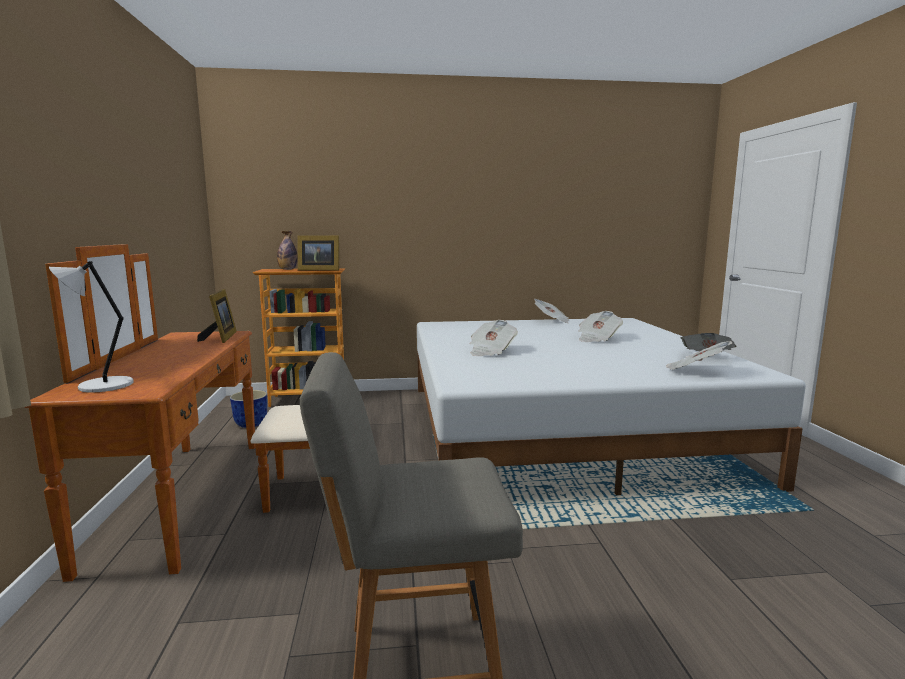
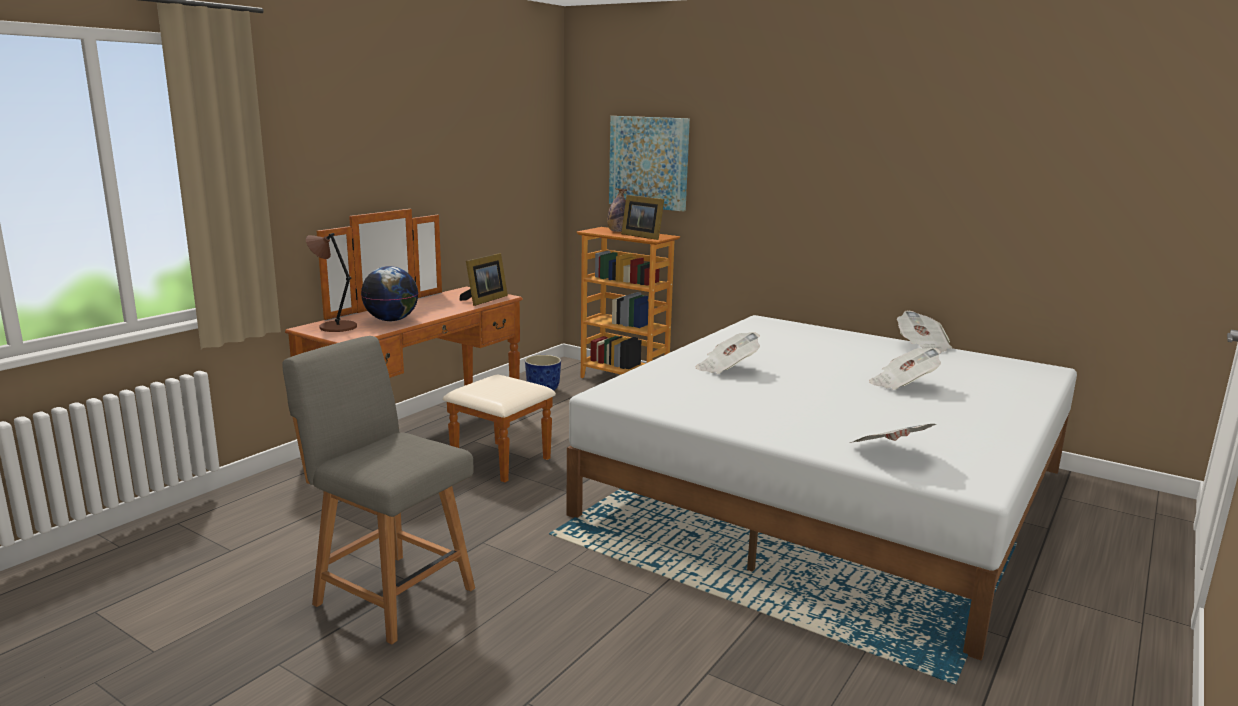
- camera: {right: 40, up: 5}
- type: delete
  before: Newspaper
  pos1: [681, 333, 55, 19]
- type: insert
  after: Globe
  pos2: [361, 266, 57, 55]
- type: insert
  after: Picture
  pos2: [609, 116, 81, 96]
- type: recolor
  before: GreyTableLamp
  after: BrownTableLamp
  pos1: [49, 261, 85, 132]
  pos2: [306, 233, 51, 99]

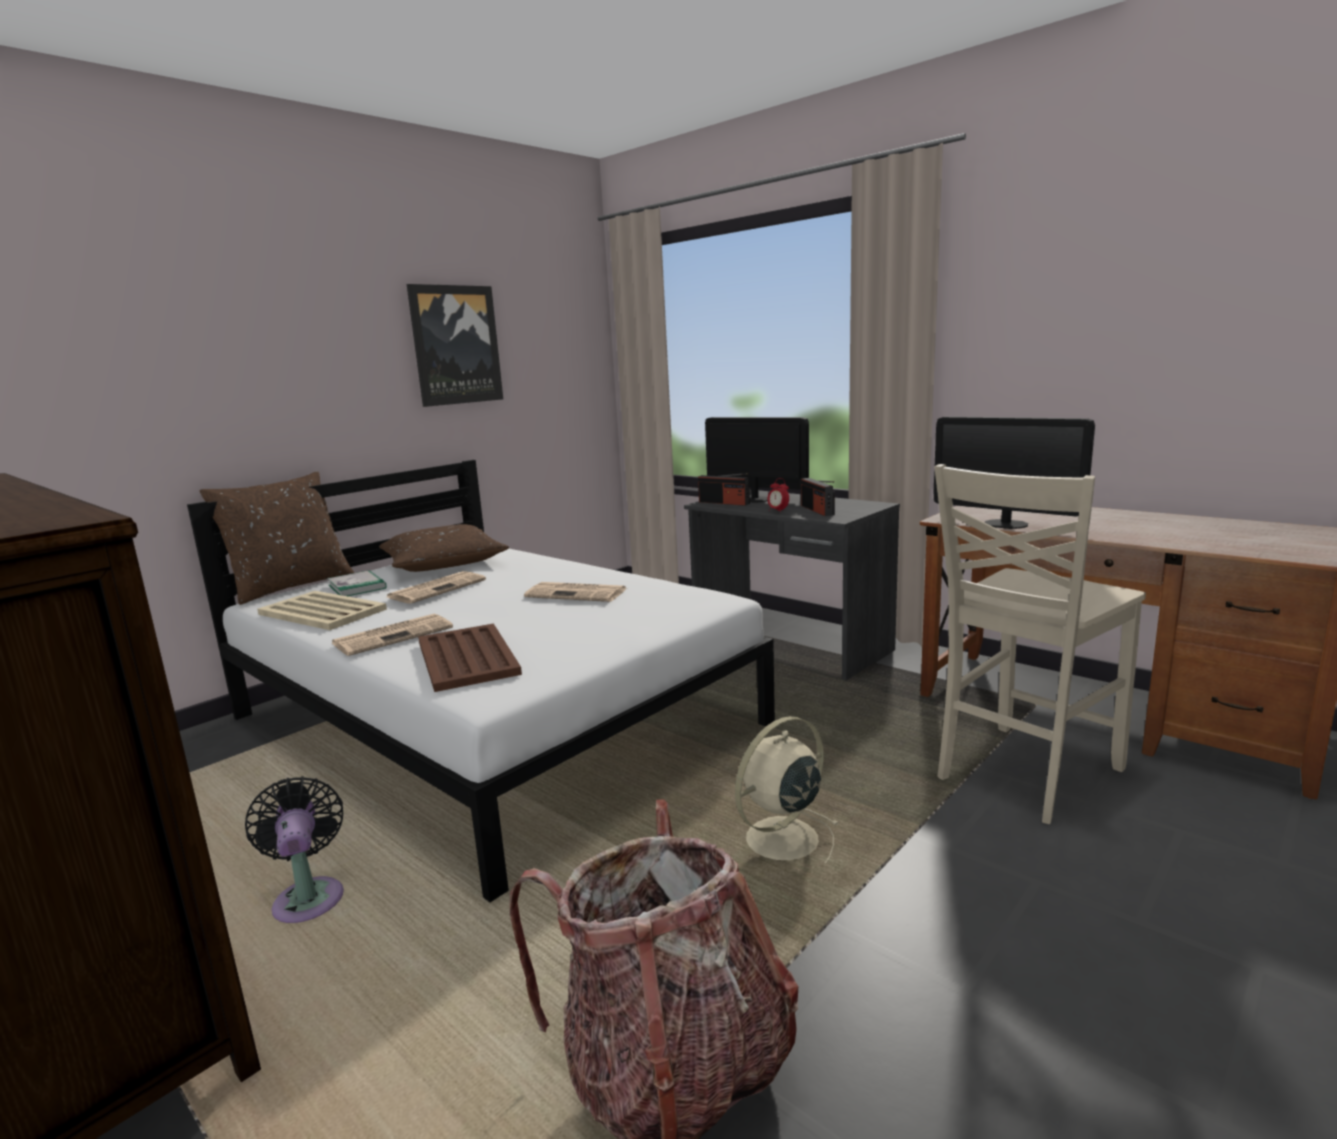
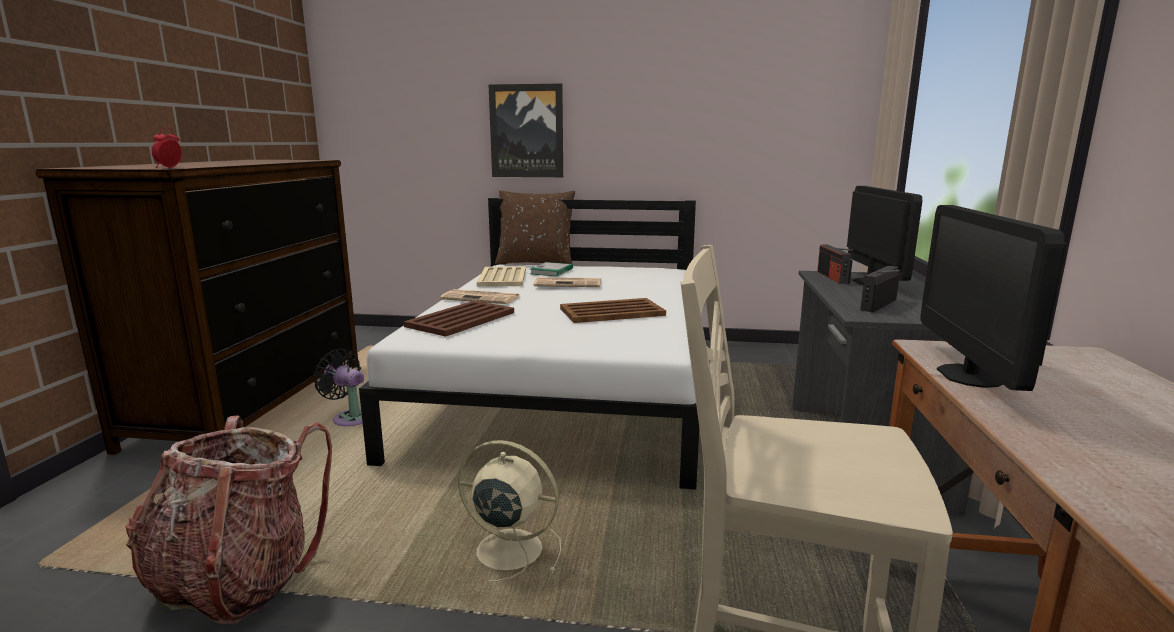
- camera: {right: 55, up: 0}
- type: delete
  before: BrownPillow
  pos1: [379, 524, 130, 48]
- type: move
  before: Picture
  pos1: [407, 284, 96, 123]
  pos2: [488, 84, 75, 93]
- type: move
  before: AlarmClock
  pos1: [768, 478, 21, 34]
  pos2: [152, 127, 30, 41]
- type: replace
  before: Newspaper
  after: BrownTray
  pos1: [524, 582, 103, 20]
  pos2: [560, 298, 106, 25]
- type: rotate
  before: BlackFan
  pos1: [245, 776, 99, 147]
  pos2: [313, 349, 51, 77]
  turn: -90

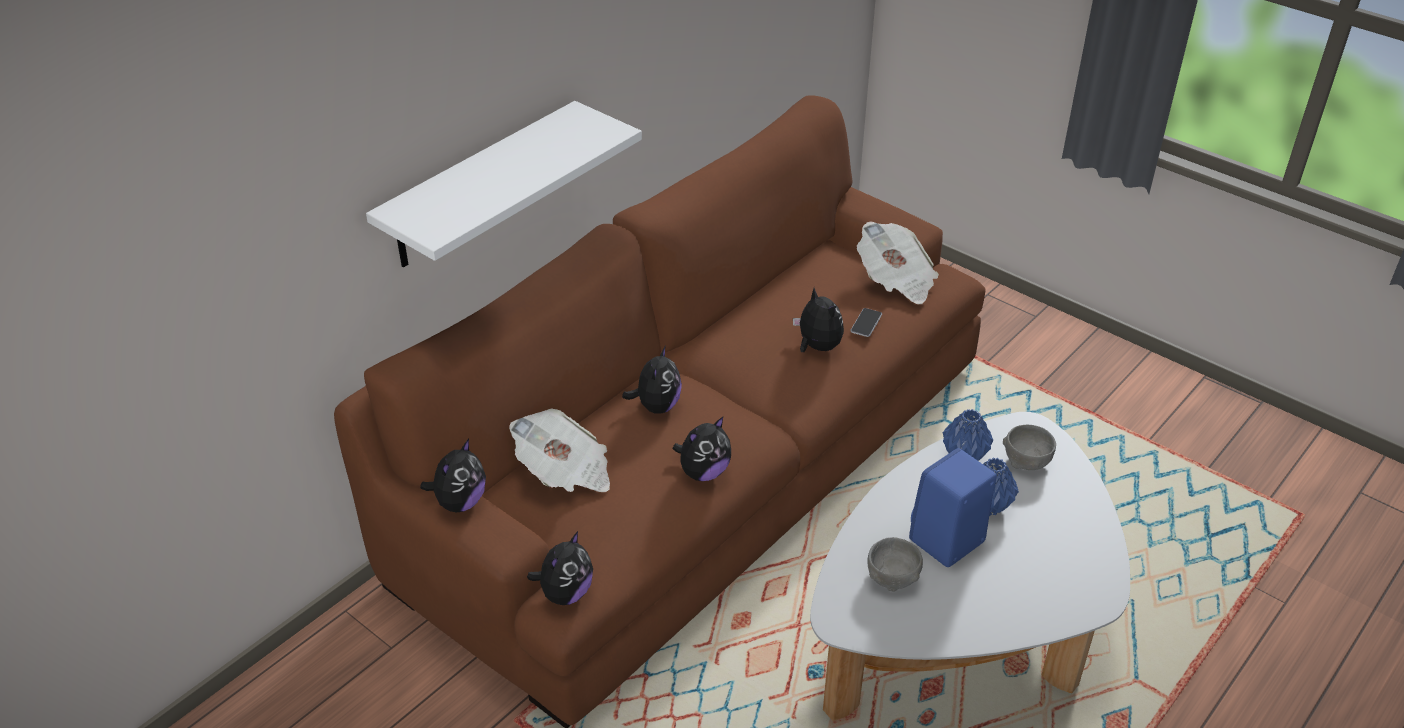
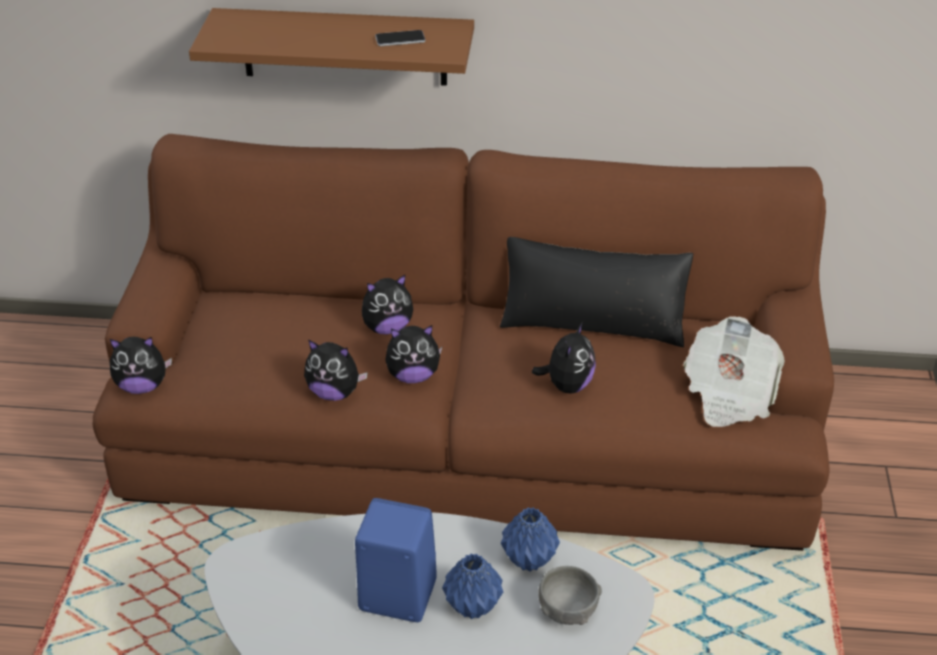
- camera: {right: 55, up: 0}
- type: delete
  before: Newspaper
  pos1: [509, 408, 101, 84]
- type: delete
  before: GreyBowl
  pos1: [867, 537, 56, 55]
- type: insert
  after: BlackPillow
  pos2: [500, 237, 193, 110]
- type: move
  before: PlushToy
  pos1: [420, 439, 66, 74]
  pos2: [385, 325, 58, 58]
- type: move
  before: Phone
  pos1: [850, 308, 32, 29]
  pos2: [375, 30, 51, 16]
- type: recolor
  before: WhiteShelf
  after: BrownShelf
  pos1: [366, 101, 276, 167]
  pos2: [189, 8, 285, 78]

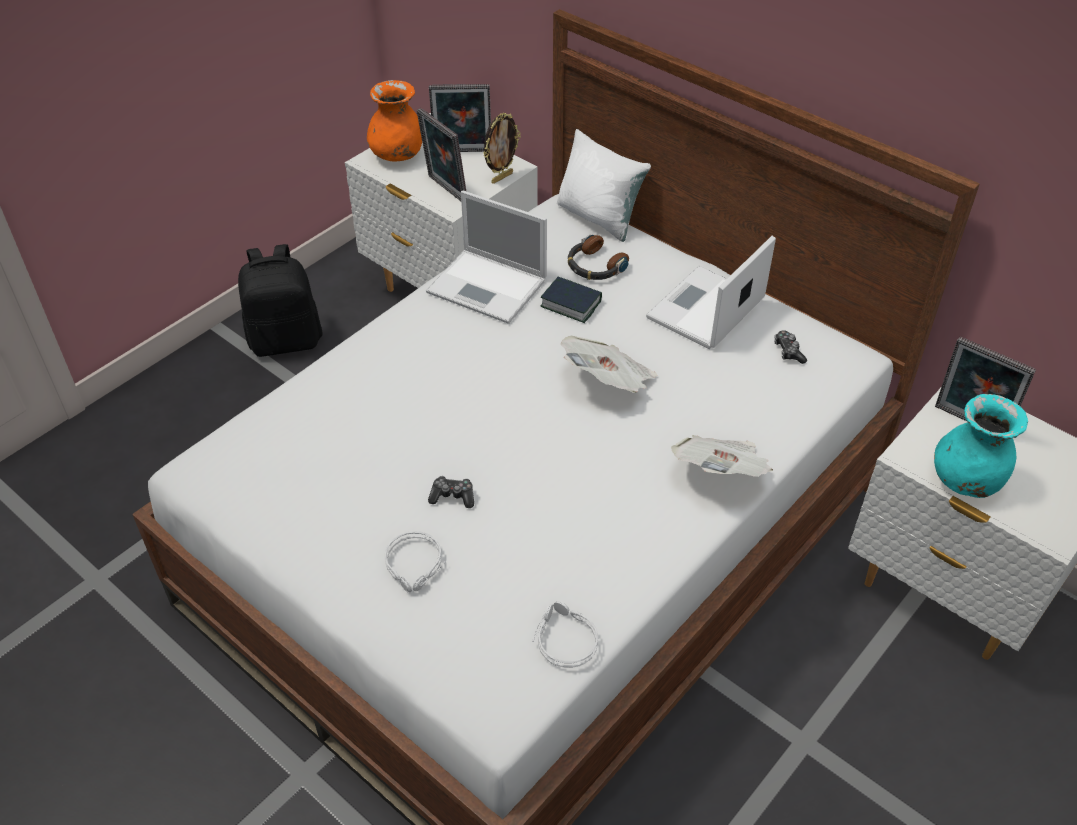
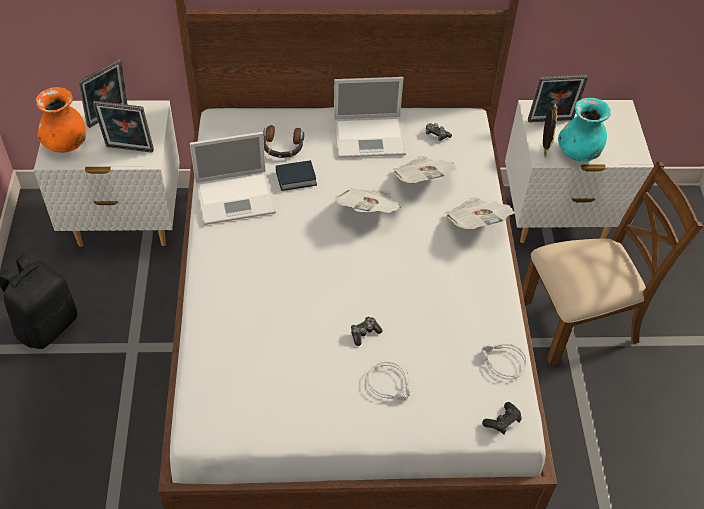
- camera: {right: -45, up: 5}
- type: delete
  before: WhitePillow
  pos1: [557, 129, 94, 113]
- type: insert
  after: Newspaper
  pos2: [392, 156, 65, 27]
- type: insert
  after: BlackGameController
  pos2: [482, 402, 40, 33]
- type: insert
  after: BrownChair
  pos2: [522, 161, 181, 205]
- type: move
  before: PictureFrame
  pos1: [483, 113, 38, 71]
  pos2: [543, 104, 14, 54]
- type: rotate
  before: Laptop
  pos1: [646, 236, 130, 113]
  pos2: [334, 77, 72, 81]
  turn: -90

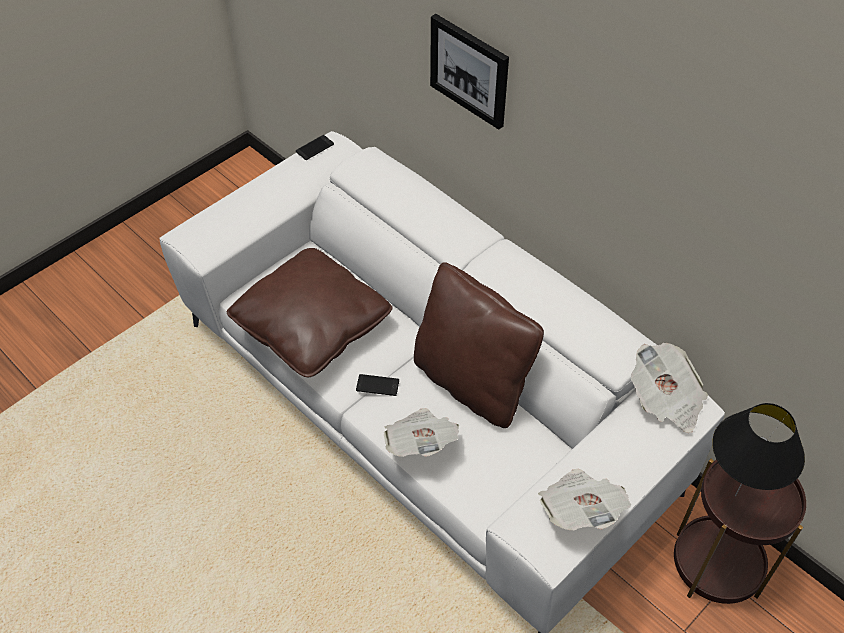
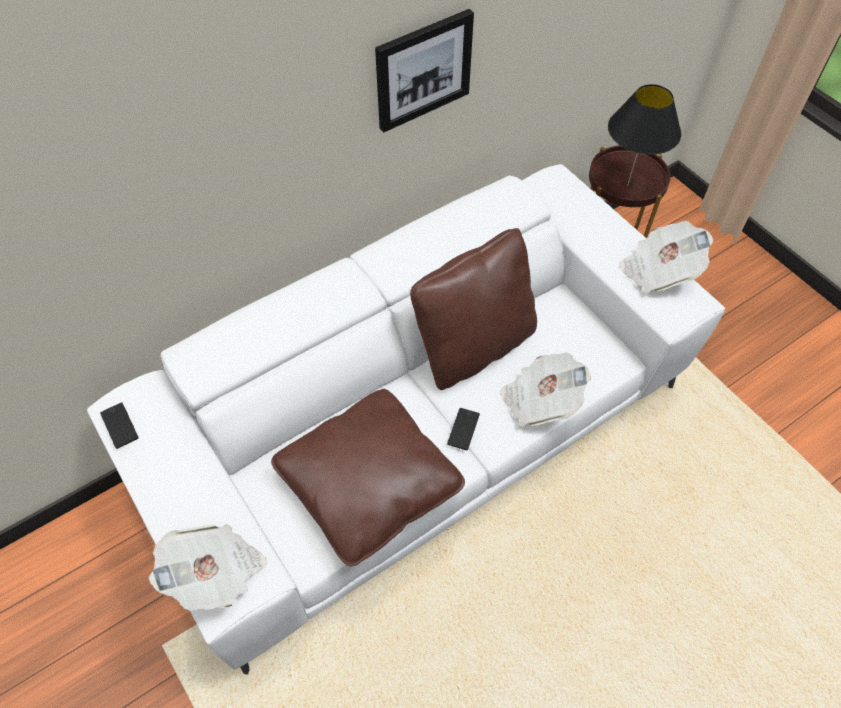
- camera: {right: -80, up: 5}
- type: move
  before: Picture
  pos1: [430, 14, 79, 116]
  pos2: [375, 9, 99, 123]
- type: move
  before: Newspaper
  pos1: [631, 343, 77, 90]
  pos2: [148, 524, 119, 87]

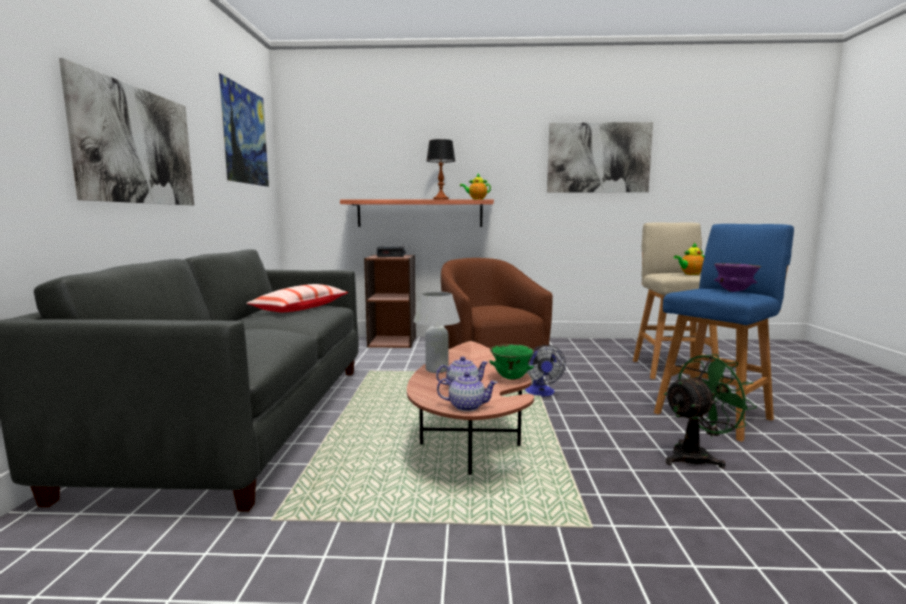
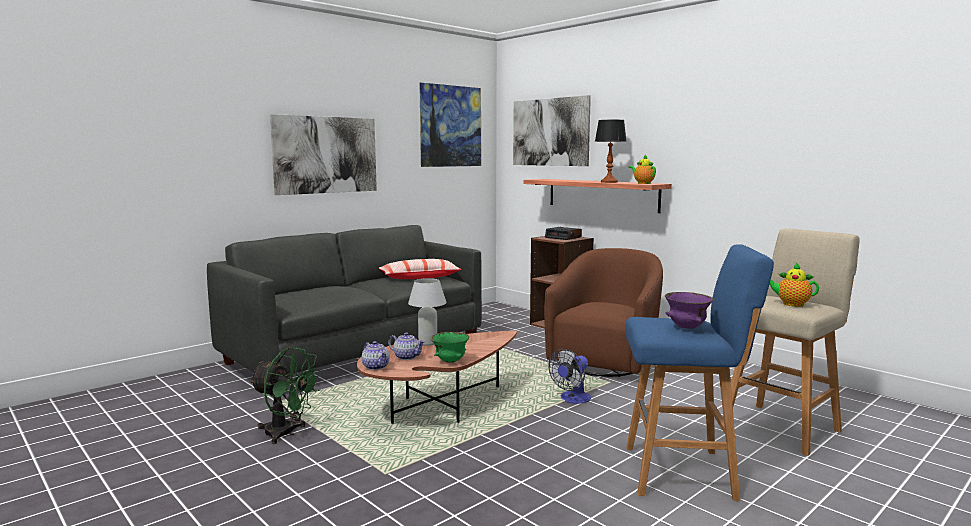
- camera: {right: 45, up: 0}
- type: move
  before: Picture
  pos1: [547, 122, 106, 71]
  pos2: [513, 95, 78, 71]
- type: move
  before: GreenFan
  pos1: [664, 354, 93, 115]
  pos2: [250, 347, 72, 97]

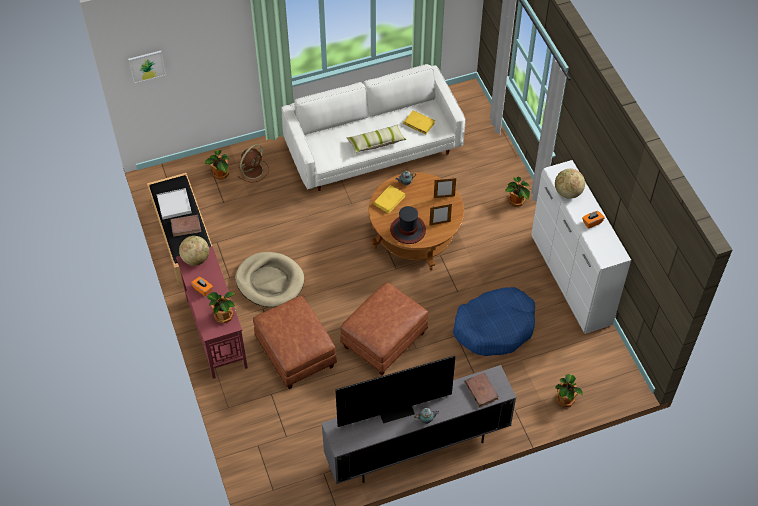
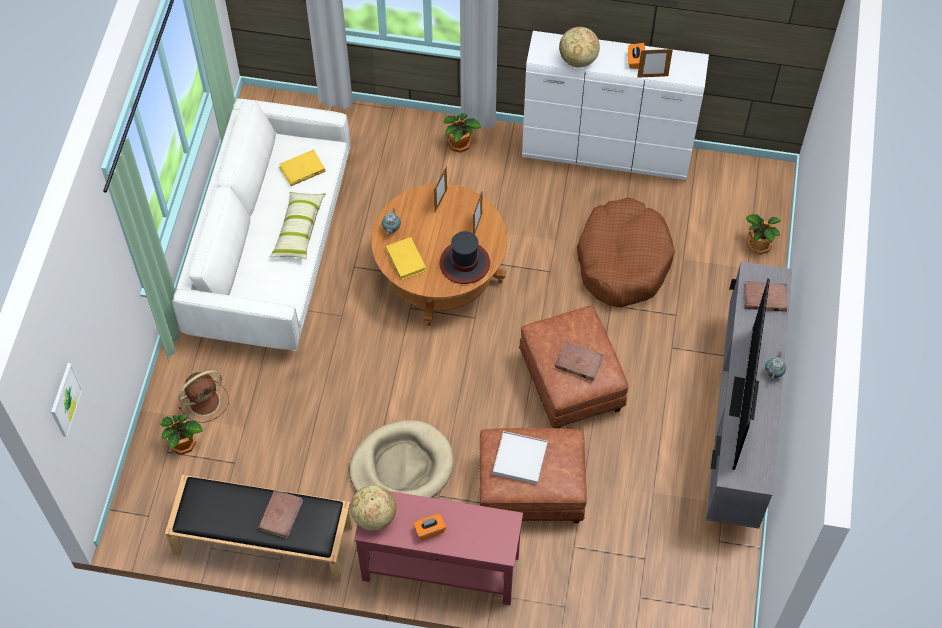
- camera: {right: -60, up: 5}
- type: delete
  before: PottedPlant
  pos1: [207, 292, 28, 32]
- type: insert
  after: BrownBook
  pos2: [555, 342, 48, 39]
- type: insert
  after: PictureFrame
  pos2: [637, 48, 36, 30]
- type: move
  before: WhiteTray
  pos1: [157, 188, 35, 31]
  pos2: [493, 431, 55, 53]
- type: recolor
  before: BlueDogBed
  after: BrownDogBed
  pos1: [453, 287, 82, 69]
  pos2: [577, 197, 98, 110]
- type: rotate
  before: BrownFan
  pos1: [238, 144, 31, 39]
  pos2: [178, 370, 51, 53]
  turn: 75

